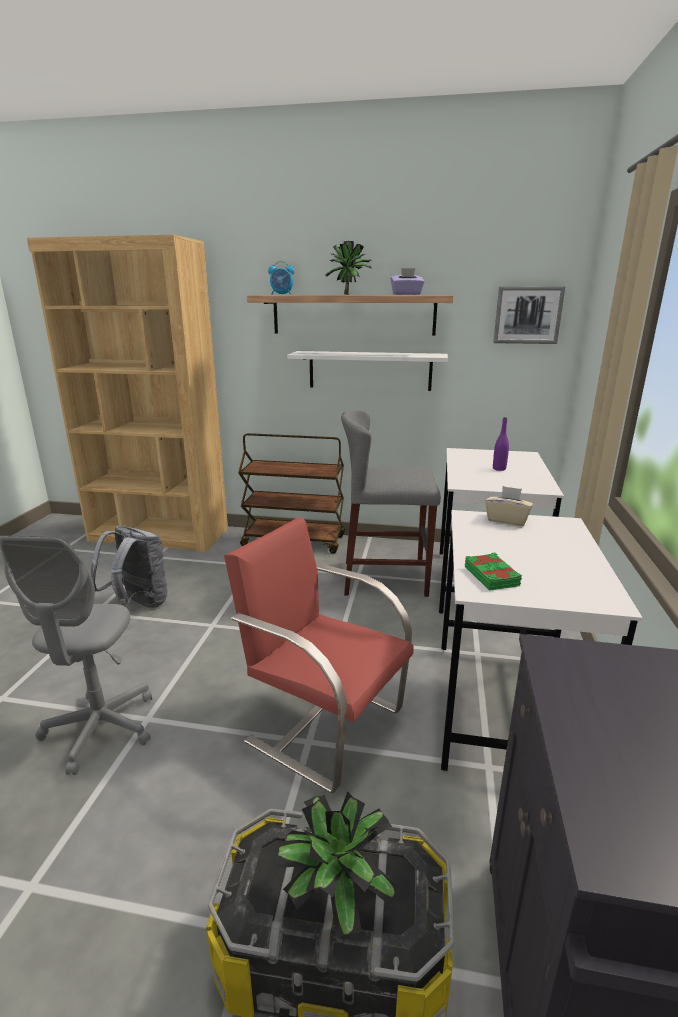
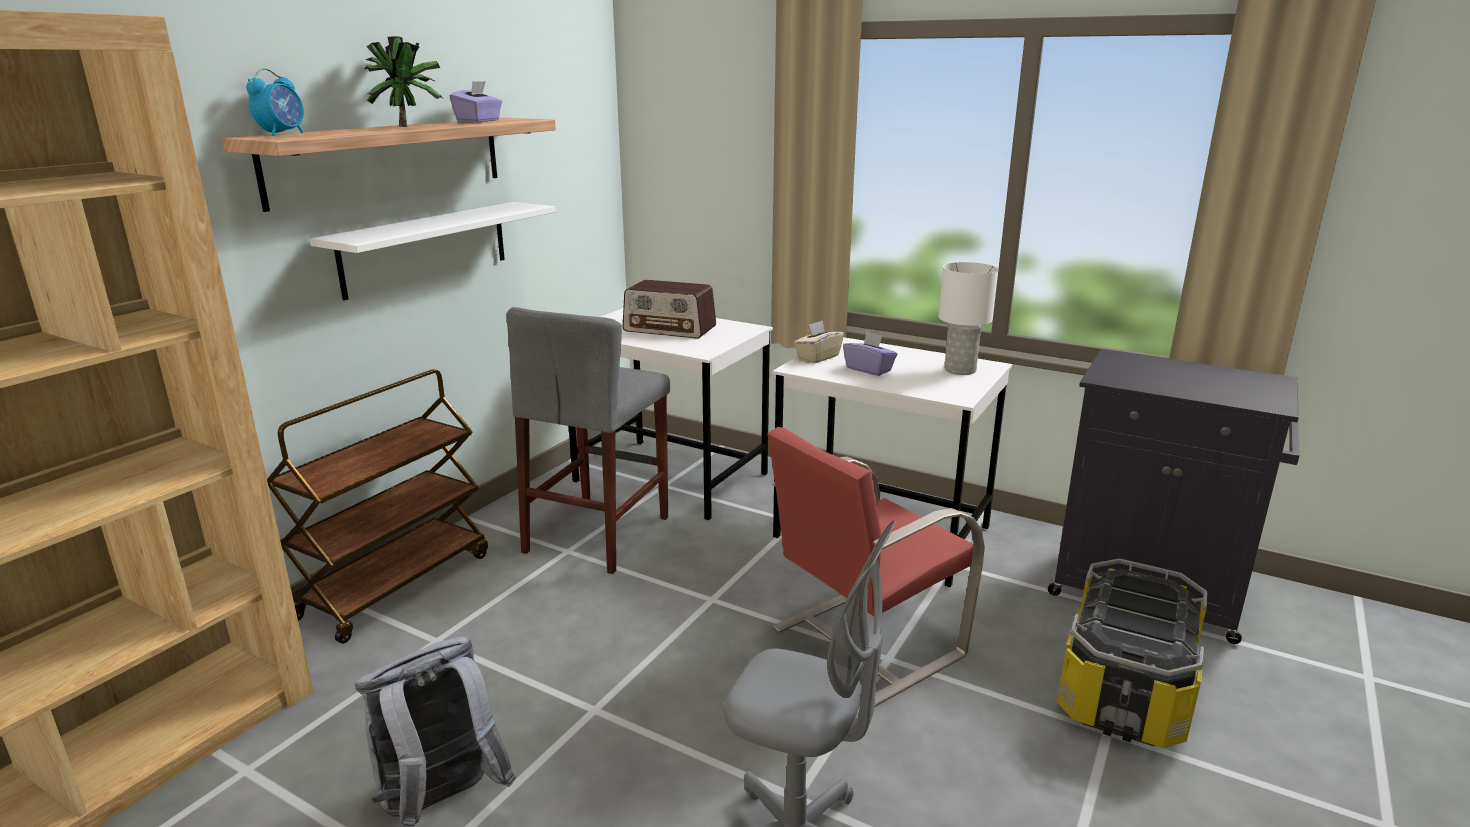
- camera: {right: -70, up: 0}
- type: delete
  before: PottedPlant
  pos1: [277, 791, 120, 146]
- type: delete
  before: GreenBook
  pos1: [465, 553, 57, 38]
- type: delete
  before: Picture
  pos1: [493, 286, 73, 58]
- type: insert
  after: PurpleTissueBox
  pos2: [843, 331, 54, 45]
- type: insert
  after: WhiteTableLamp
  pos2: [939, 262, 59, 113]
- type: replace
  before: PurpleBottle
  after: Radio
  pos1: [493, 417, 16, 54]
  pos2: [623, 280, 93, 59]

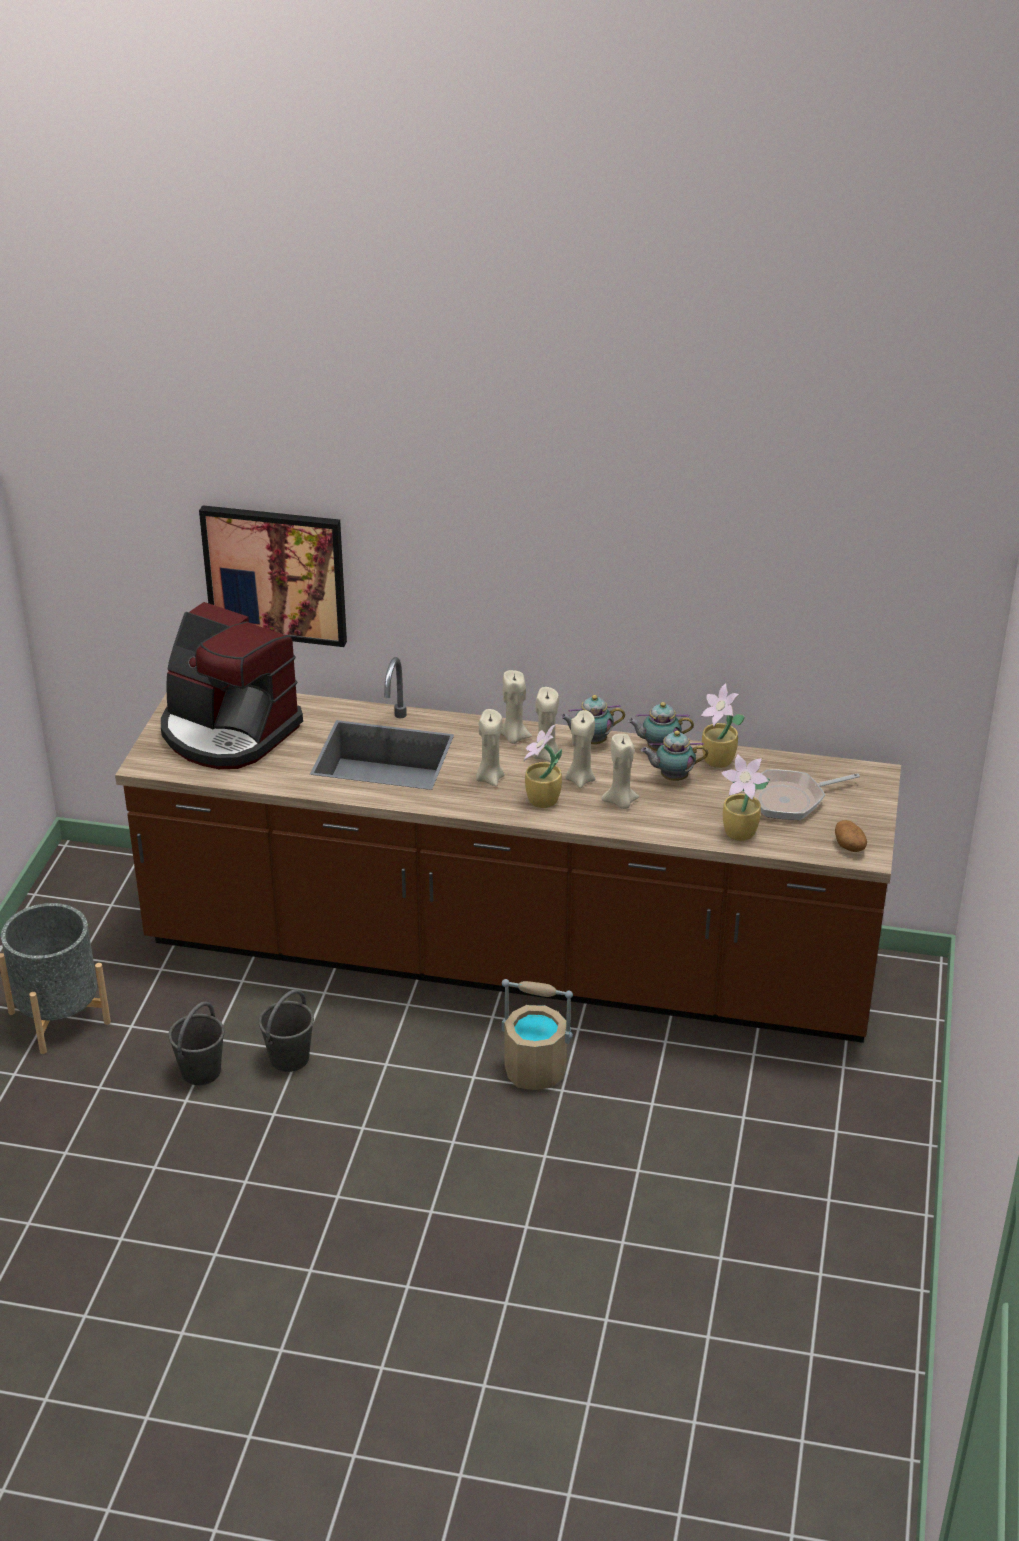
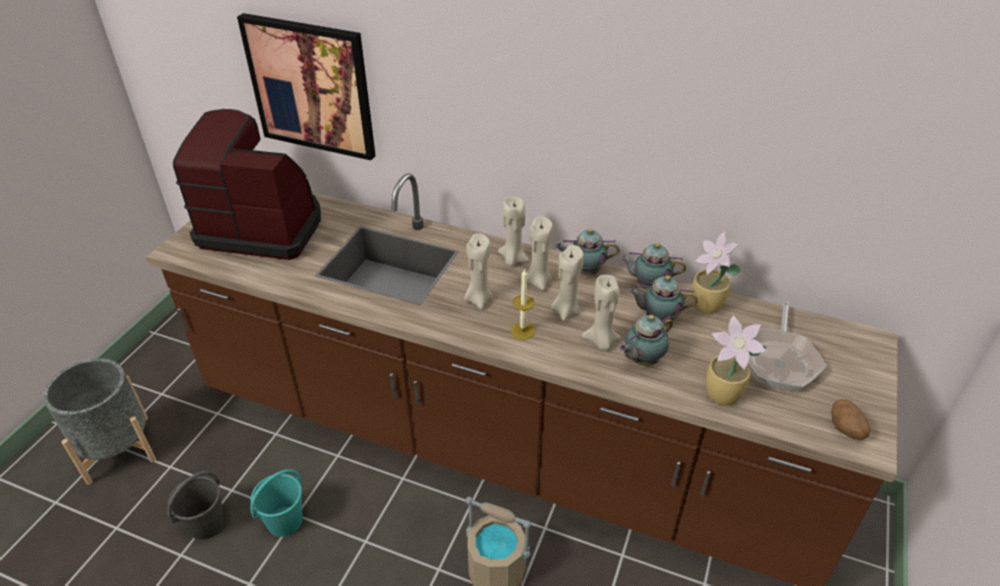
- camera: {right: 10, up: 5}
- type: insert
  after: Teapot
  pos2: [619, 315, 54, 51]
- type: replace
  before: PottedPlant
  after: Candle
  pos1: [524, 724, 38, 84]
  pos2: [511, 268, 24, 72]
- type: recolor
  before: GreyBucket
  after: TurquoiseBucket
  pos1: [259, 989, 55, 83]
  pos2: [250, 469, 53, 68]
- type: rotate
  before: CoffeeMachine
  pos1: [161, 602, 142, 167]
  pos2: [173, 109, 148, 151]
  turn: 150
- type: rotate
  before: FryingPan
  pos1: [754, 769, 106, 51]
  pos2: [748, 301, 78, 90]
  turn: -60

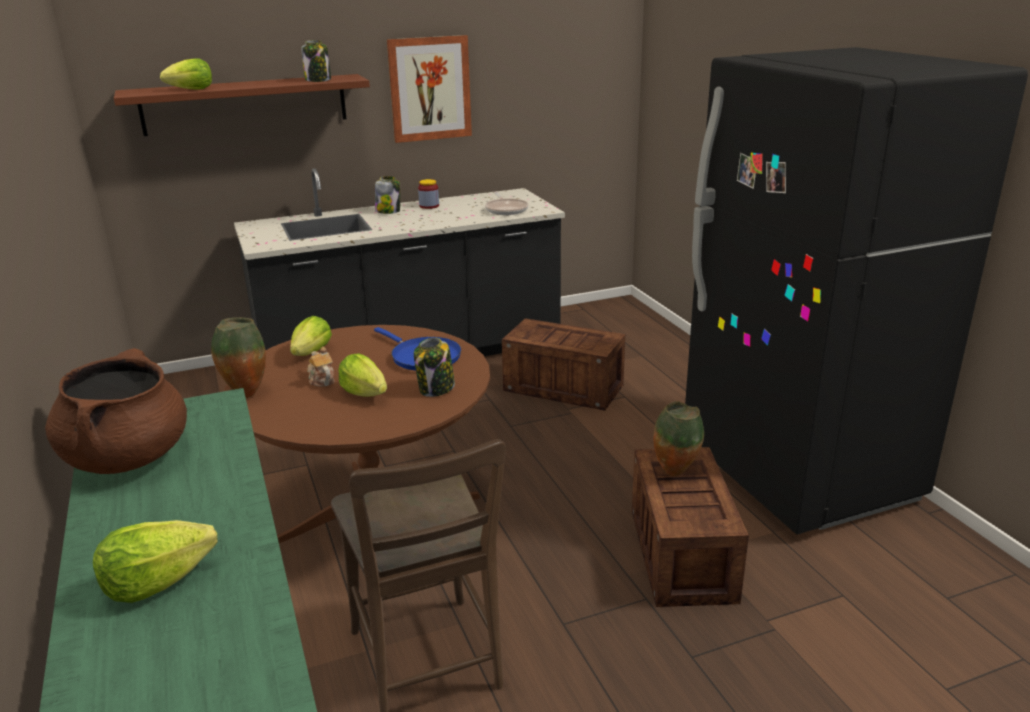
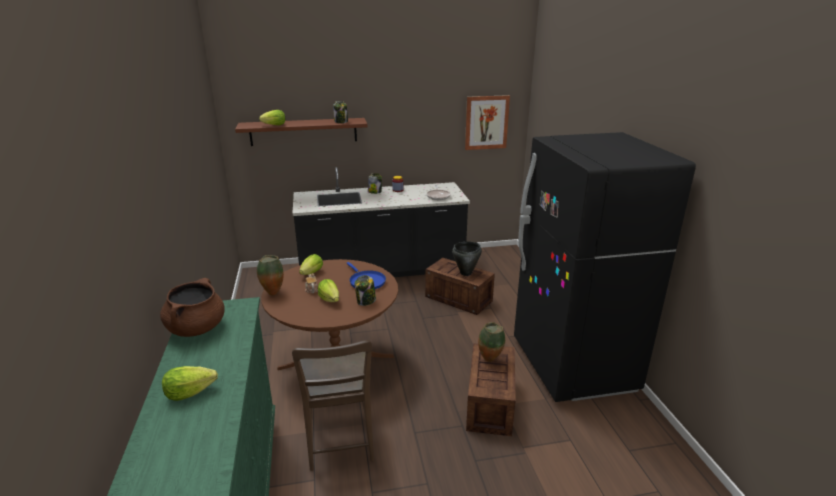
- camera: {right: 10, up: 0}
- type: insert
  after: BlackCookingPot
  pos2: [452, 242, 30, 34]
- type: move
  before: Picture
  pos1: [387, 35, 85, 108]
  pos2: [465, 95, 45, 55]

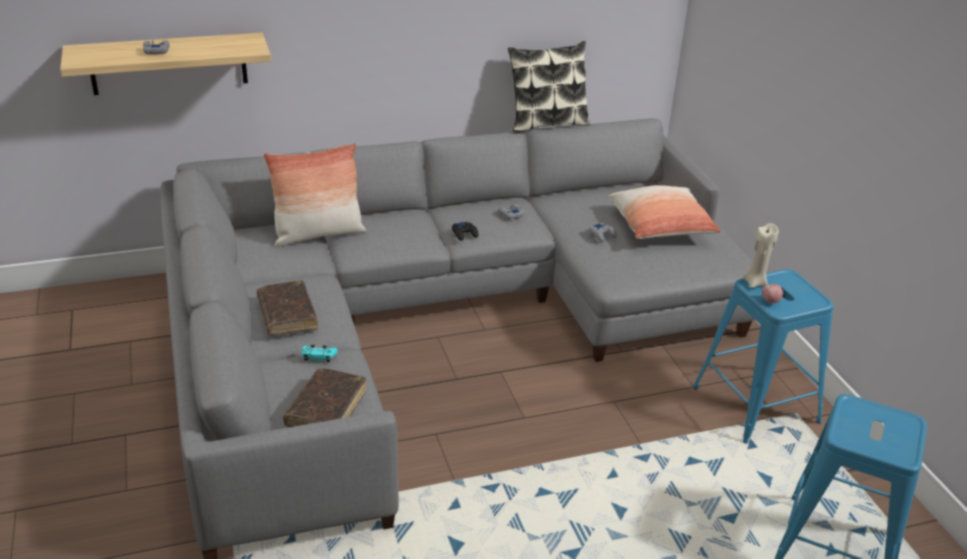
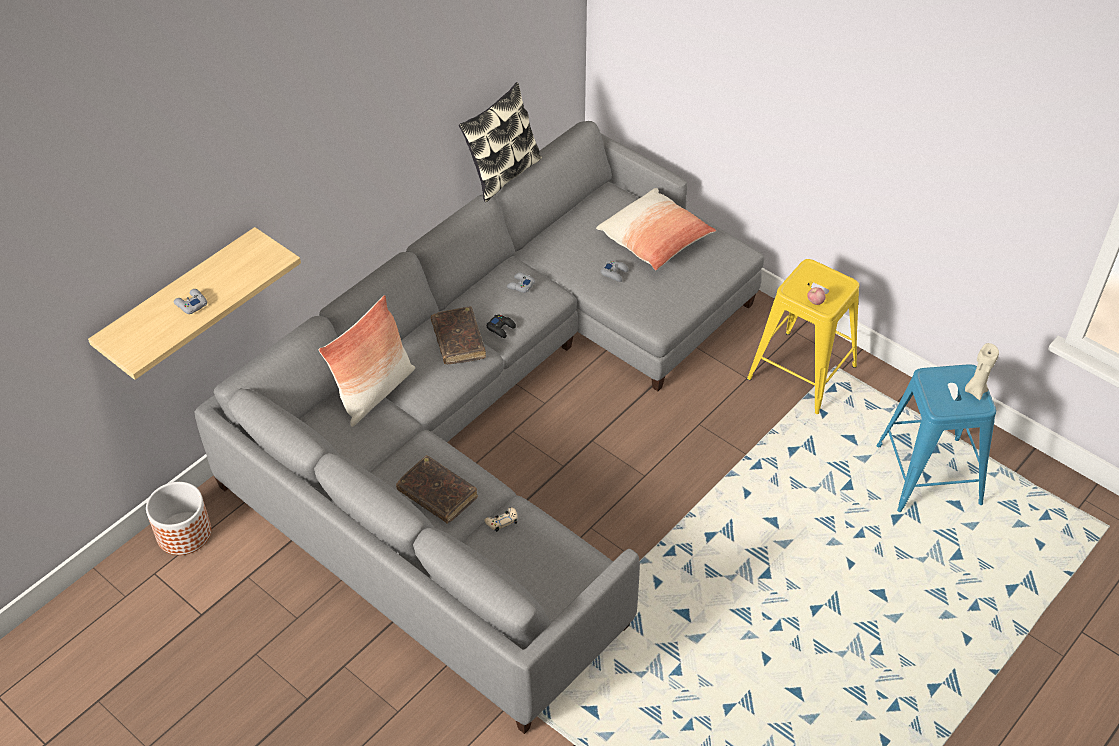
- camera: {right: -30, up: 15}
- type: insert
  after: Planter
  pos2: [146, 482, 65, 73]
- type: move
  before: BrownBook
  pos1: [283, 368, 83, 59]
  pos2: [431, 306, 55, 58]
- type: move
  before: BeigeCandle
  pos1: [743, 223, 35, 65]
  pos2: [965, 343, 34, 57]
- type: recolor
  before: TurquoiseGameController
  after: BeigeGameController
  pos1: [301, 345, 37, 17]
  pos2: [485, 507, 33, 25]
- type: recolor
  before: BlueStool
  after: YellowStool
  pos1: [693, 269, 141, 175]
  pos2: [747, 259, 112, 155]

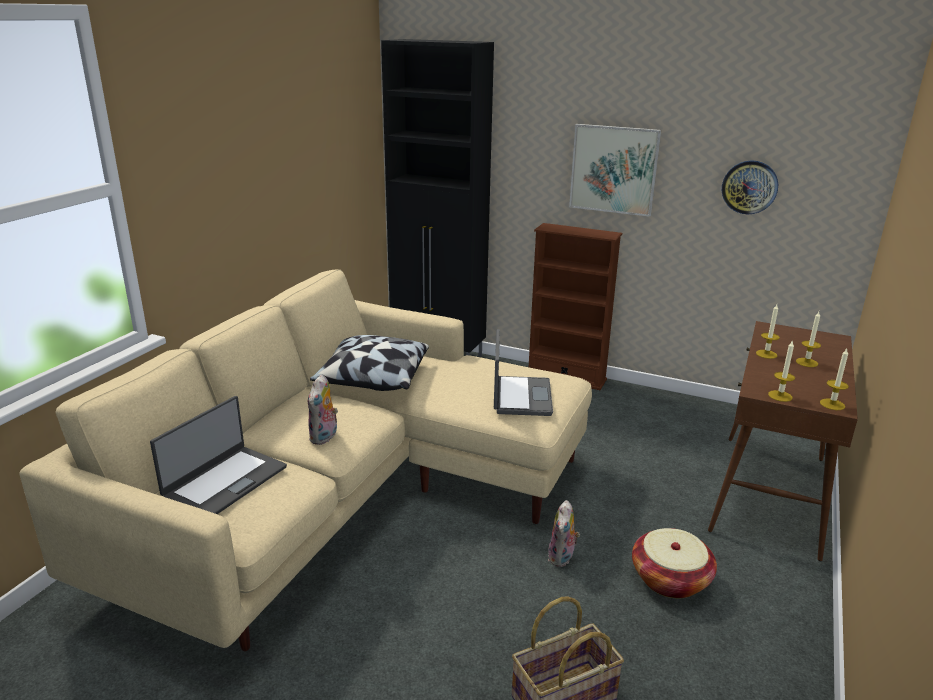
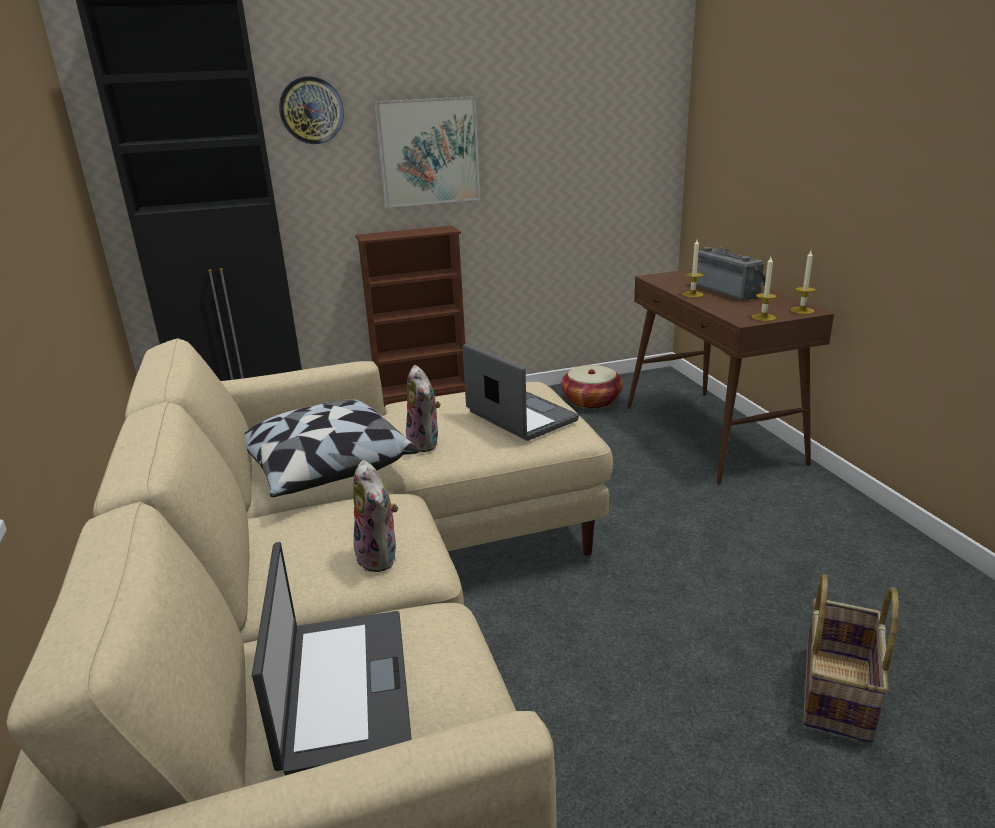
- camera: {right: -40, up: 0}
- type: move
  before: PlushToy
  pos1: [548, 500, 32, 67]
  pos2: [406, 365, 35, 87]
- type: move
  before: Basket
  pos1: [632, 528, 85, 71]
  pos2: [561, 365, 62, 44]
- type: move
  before: WallClock
  pos1: [722, 160, 56, 54]
  pos2: [279, 76, 65, 68]
- type: replace
  before: Candle
  after: Radio
  pos1: [796, 312, 25, 55]
  pos2: [696, 247, 70, 54]

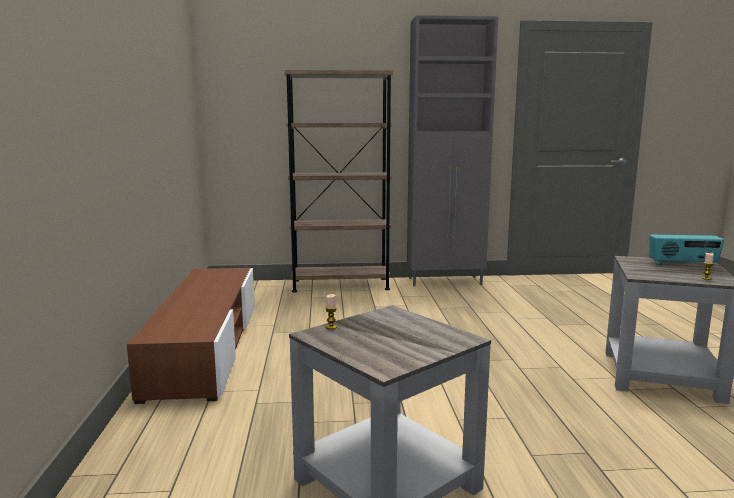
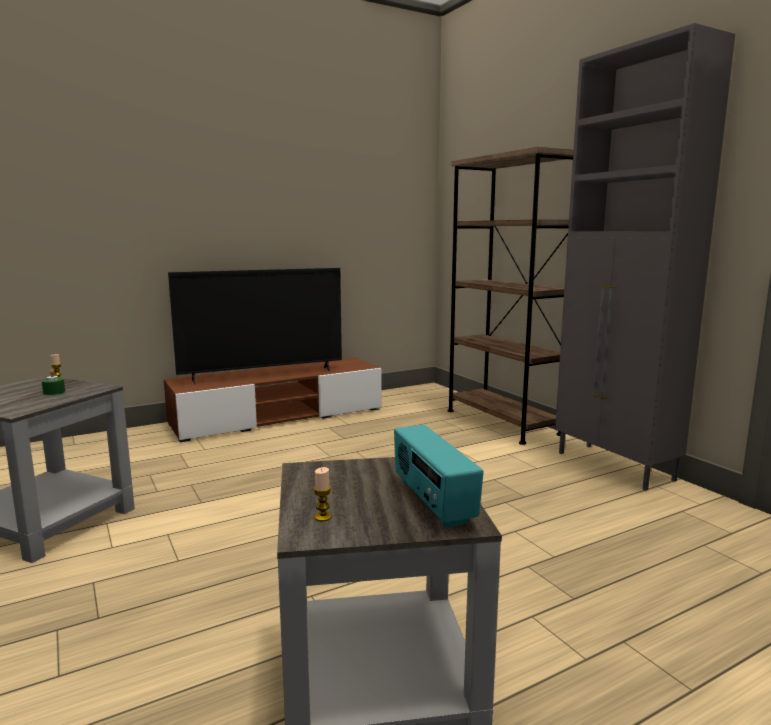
- camera: {right: 65, up: 0}
- type: insert
  after: GreenCandle
  pos2: [42, 369, 23, 26]
- type: insert
  after: Television
  pos2: [168, 268, 174, 117]

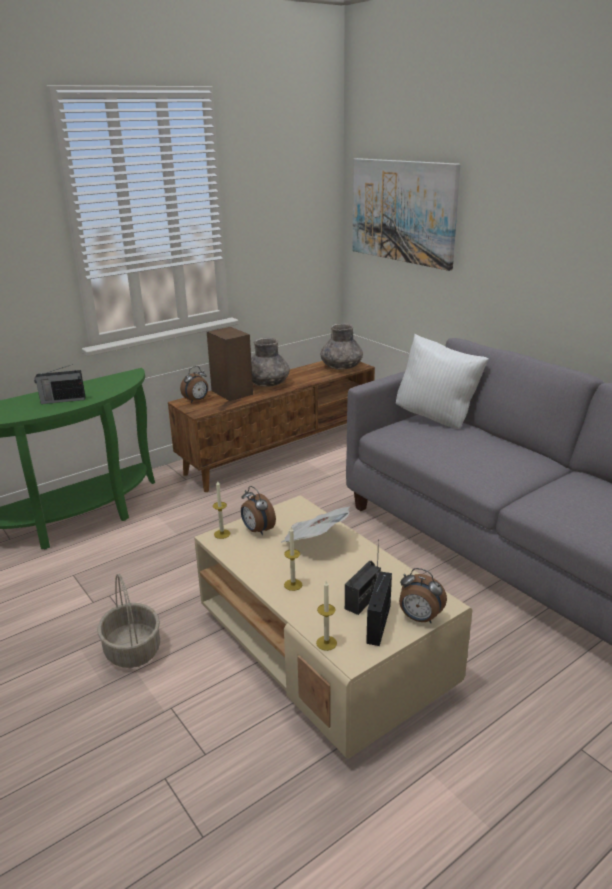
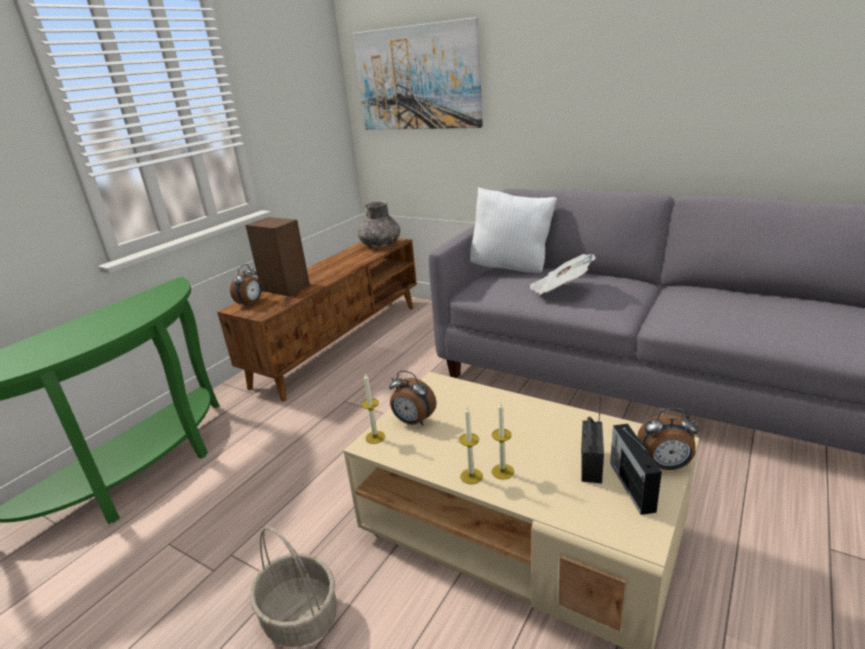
- camera: {right: -20, up: 0}
- type: delete
  before: Radio
  pos1: [34, 364, 51, 40]
- type: delete
  before: GreyVase
  pos1: [251, 338, 39, 49]
- type: move
  before: Newspaper
  pos1: [281, 507, 69, 36]
  pos2: [529, 254, 67, 41]
- type: move
  before: Candle
  pos1: [316, 581, 21, 70]
  pos2: [459, 407, 24, 77]

